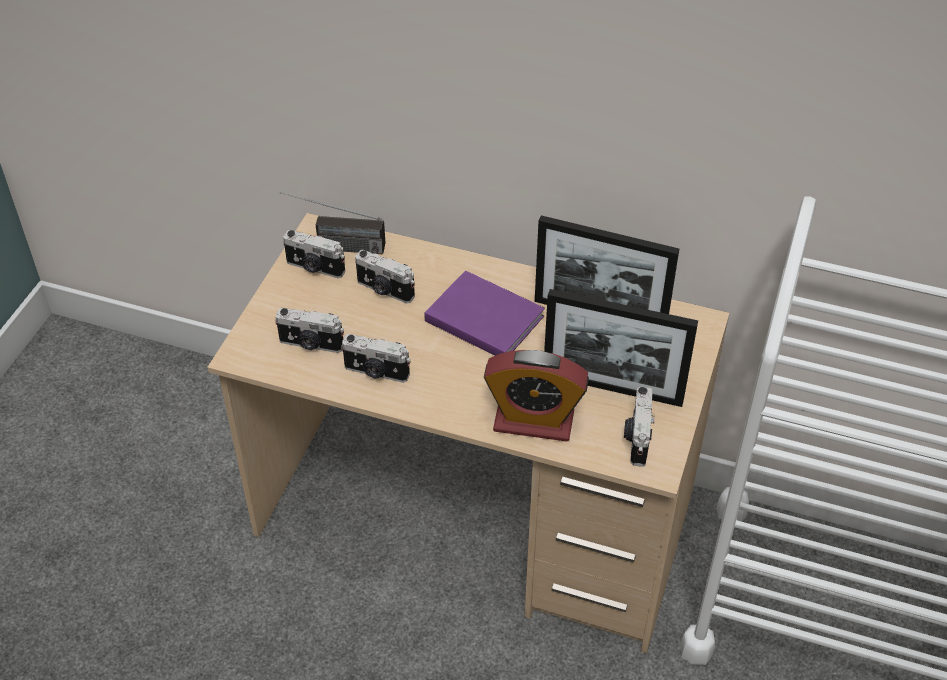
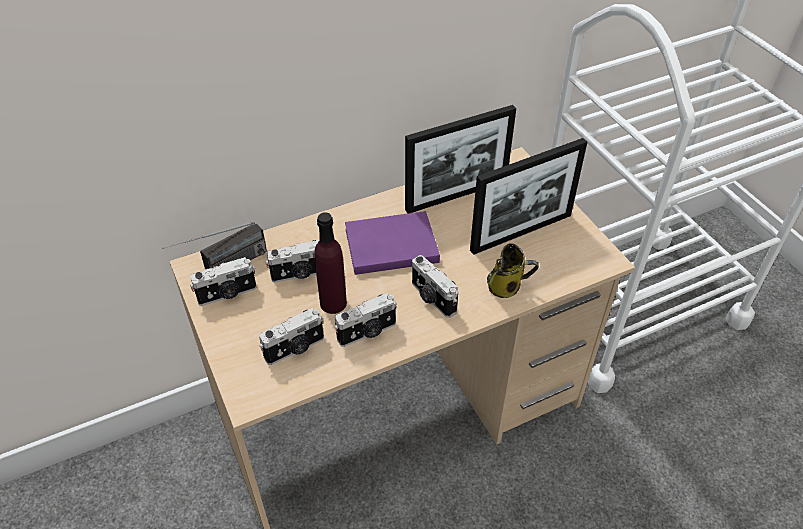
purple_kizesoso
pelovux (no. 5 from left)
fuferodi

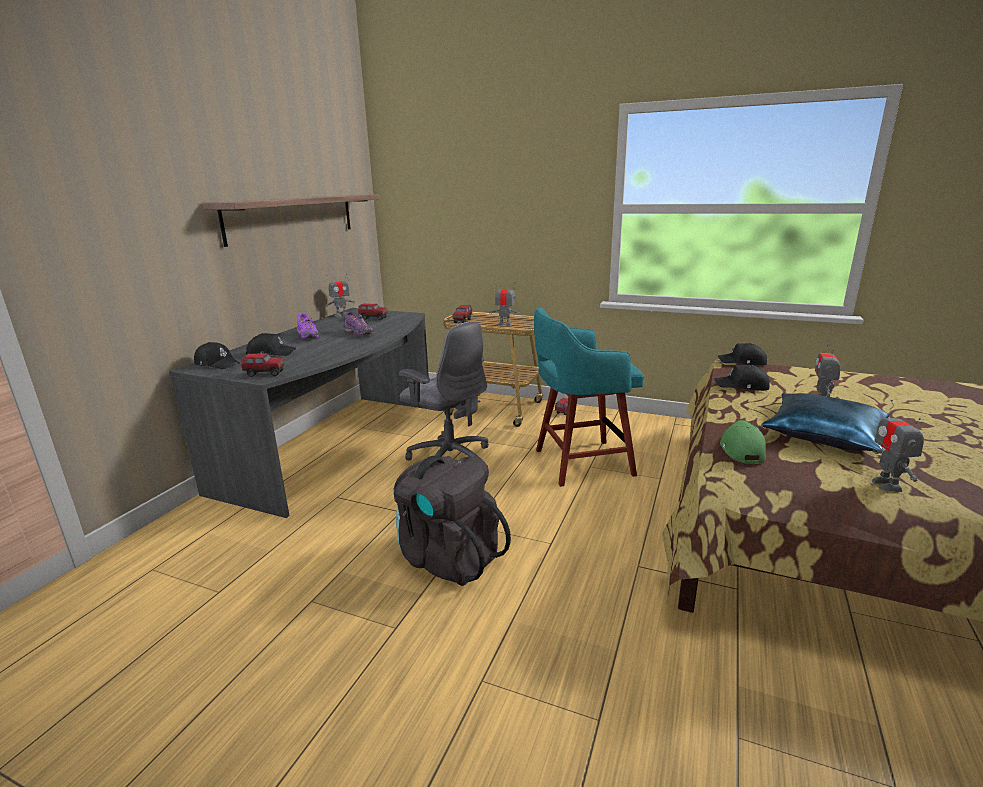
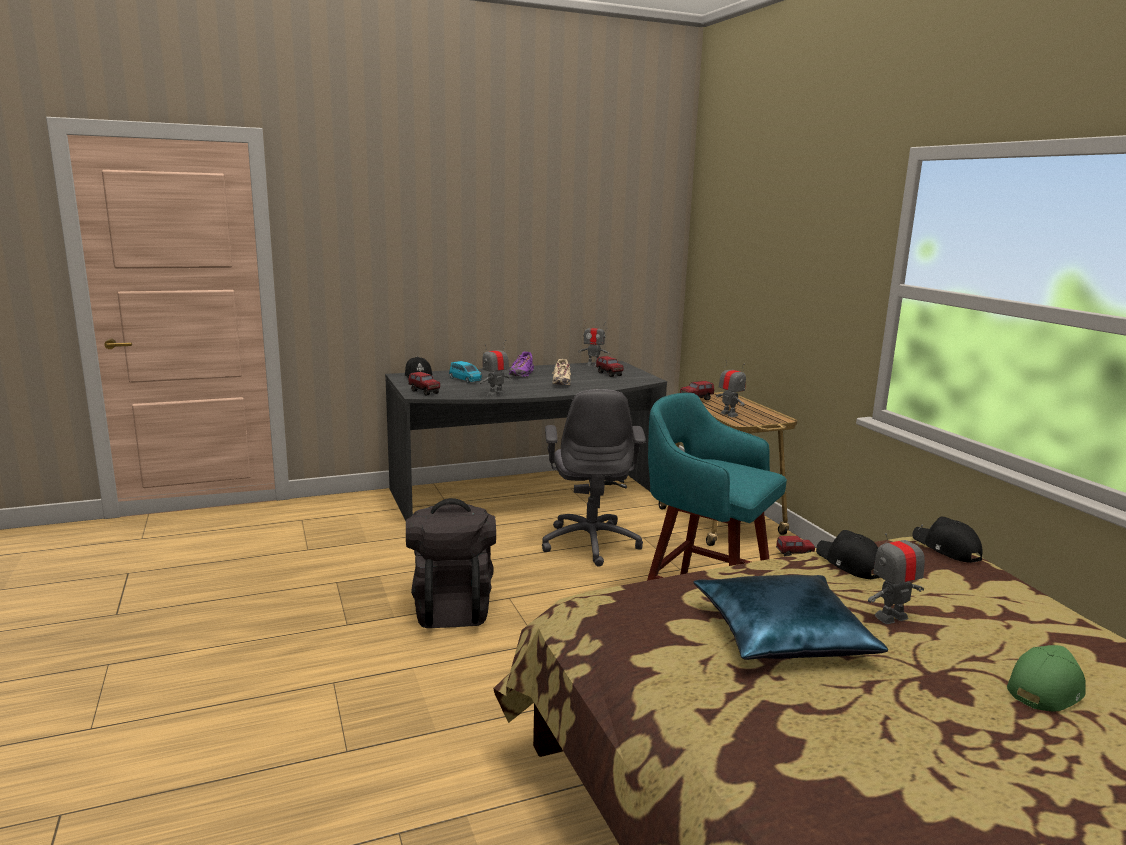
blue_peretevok
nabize (no. 1 from left)
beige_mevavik
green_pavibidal
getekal

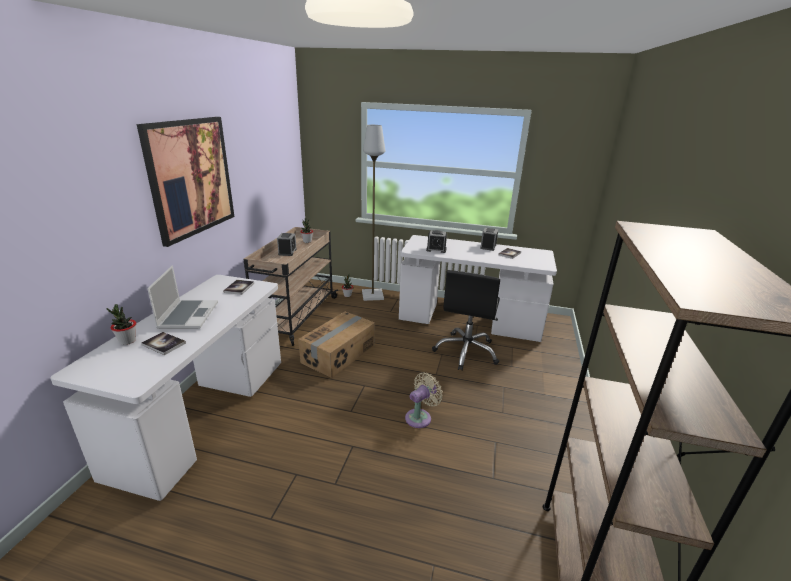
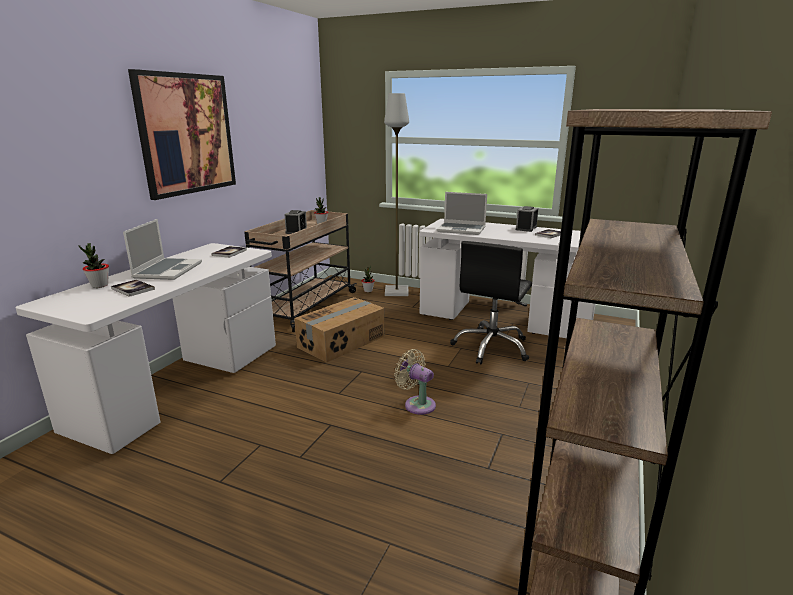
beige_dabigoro
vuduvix (no. 2 from left)

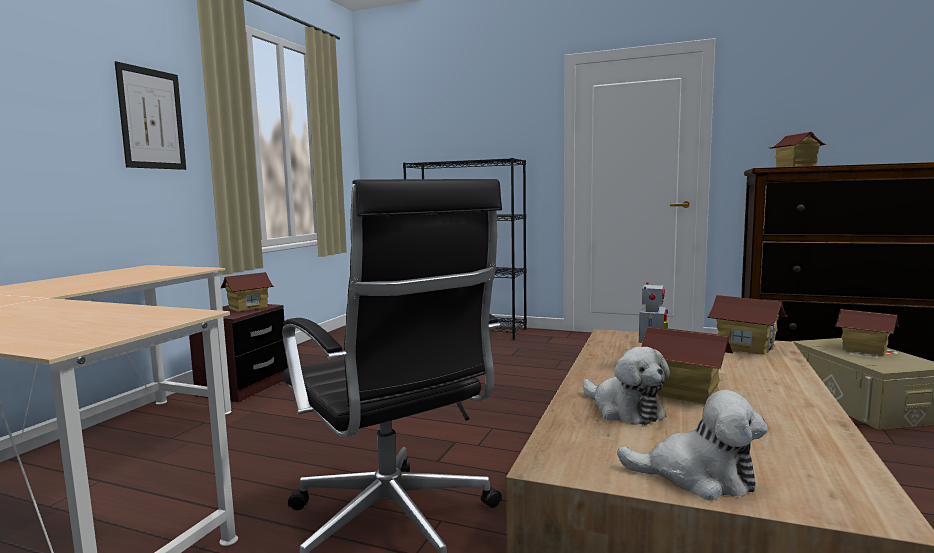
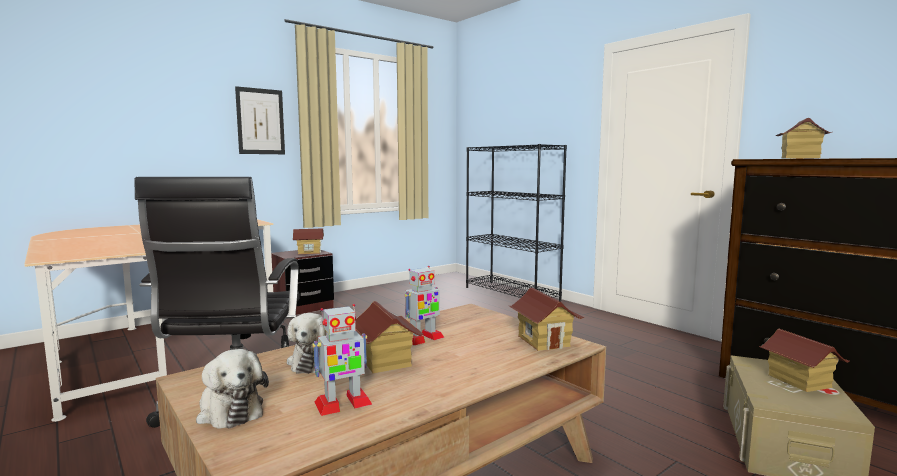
nabize (no. 1 from left)

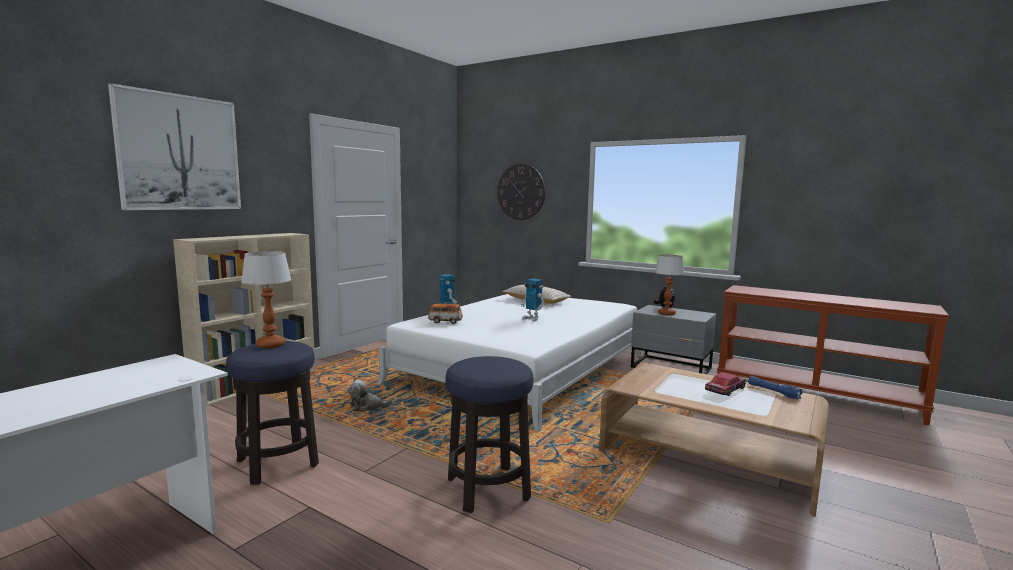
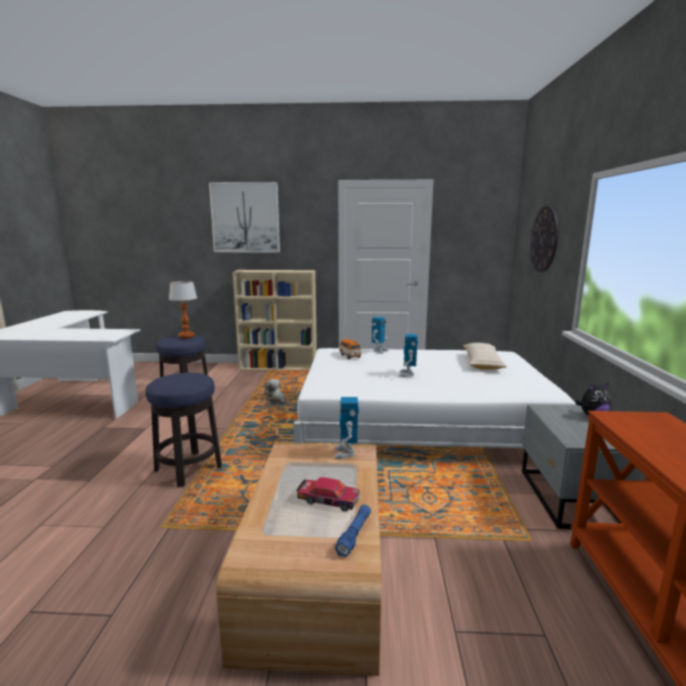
nabize (no. 1 from left)
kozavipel (no. 2 from left in the first image)

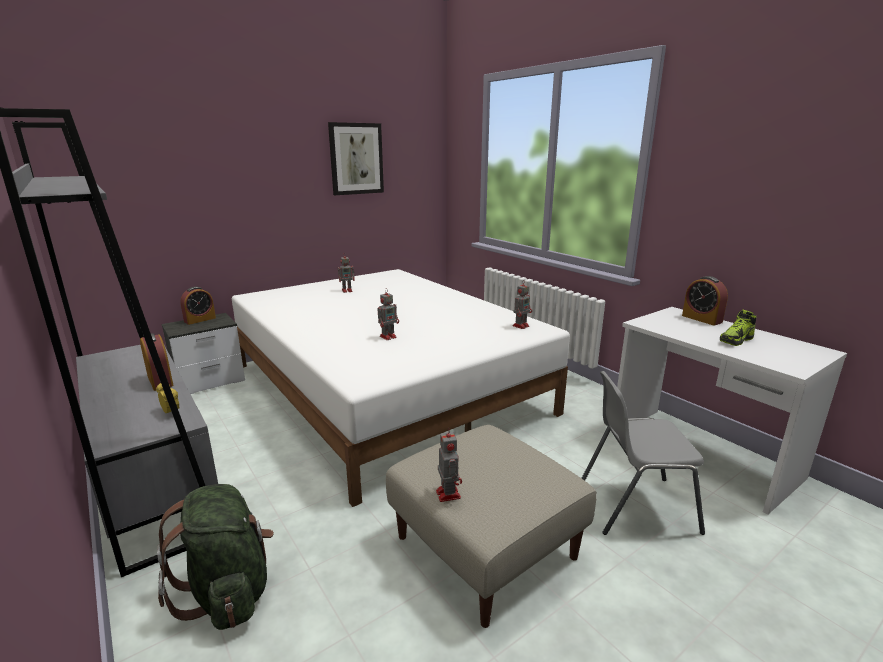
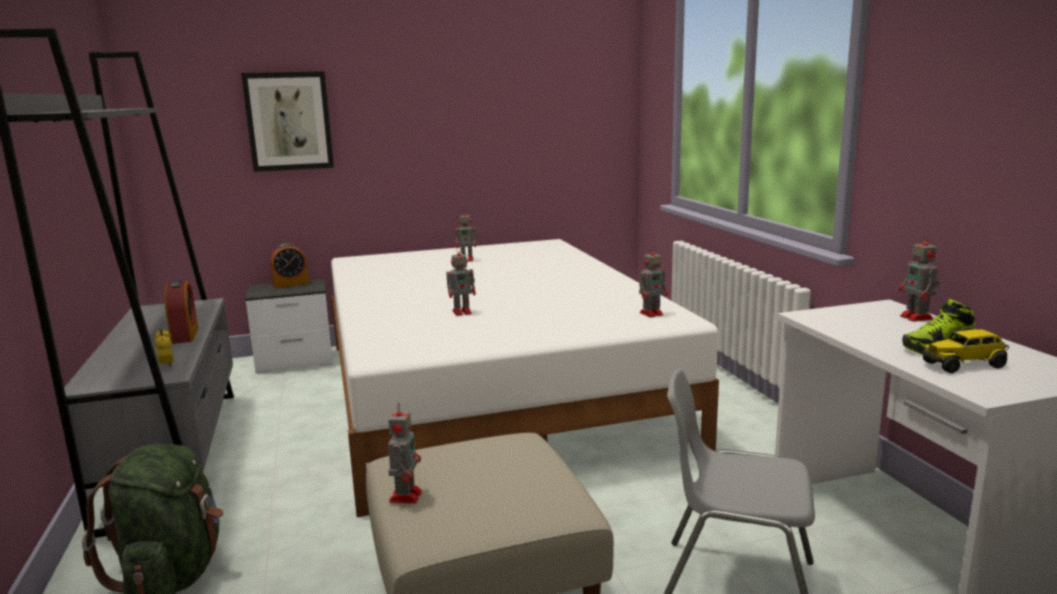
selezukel
nabize (no. 5 from left)
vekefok

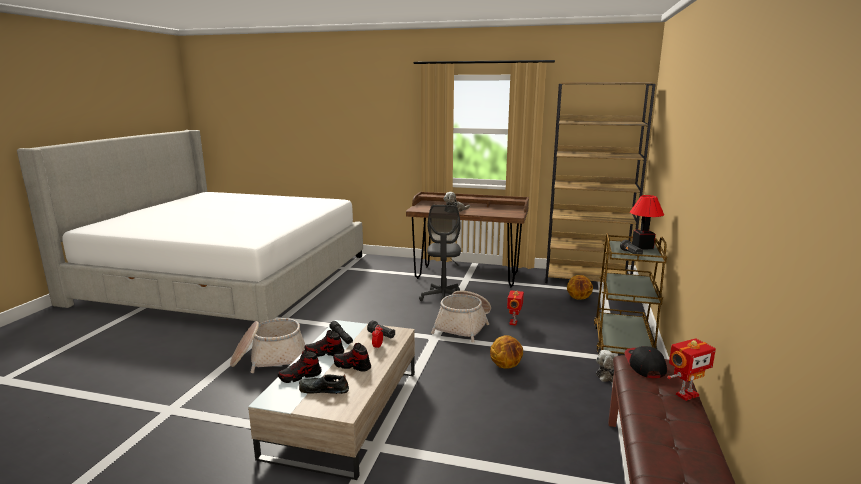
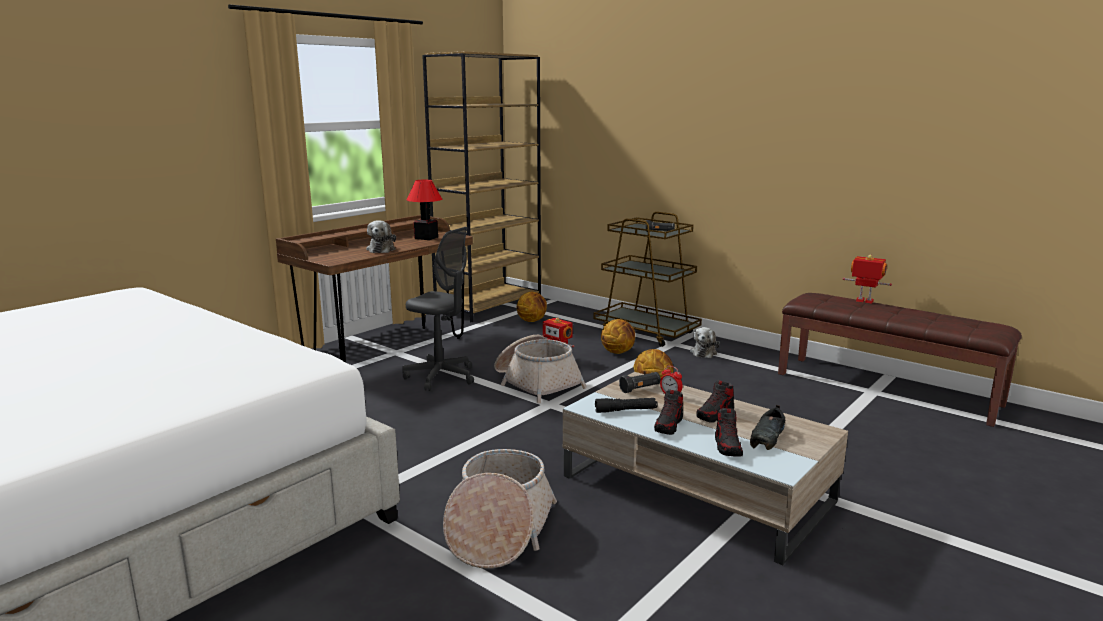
kozavipel
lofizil (no. 2 from left)
nabize (no. 2 from left)
pavibidal

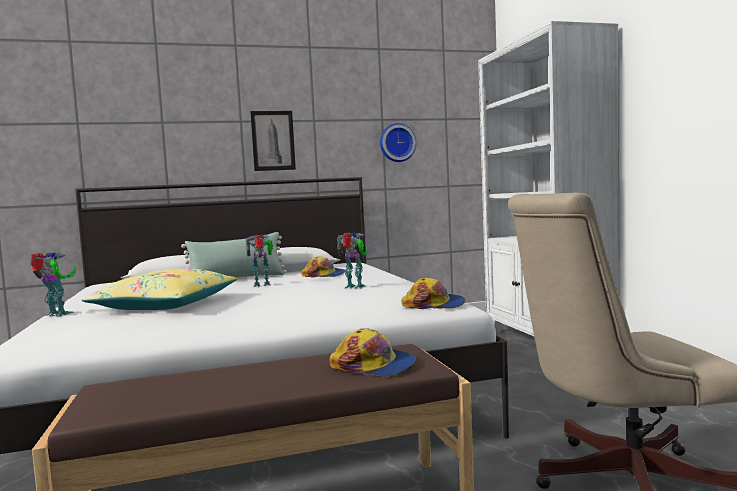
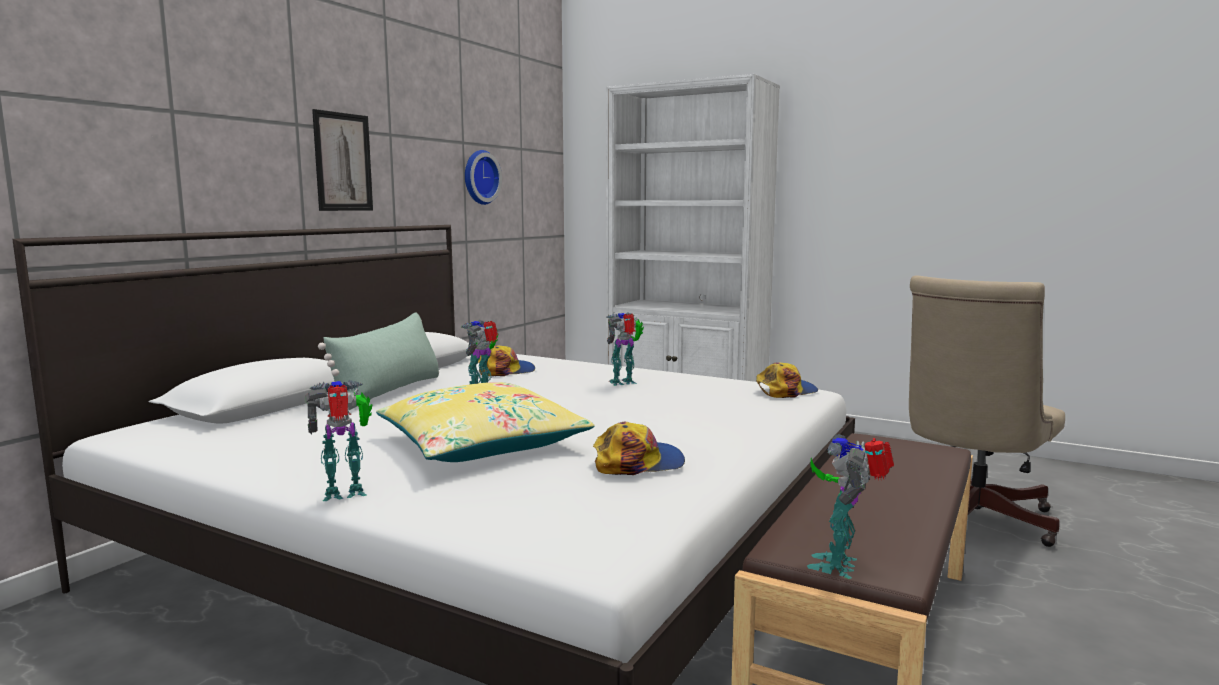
pavibidal (no. 2 from left)
nabize (no. 4 from left)

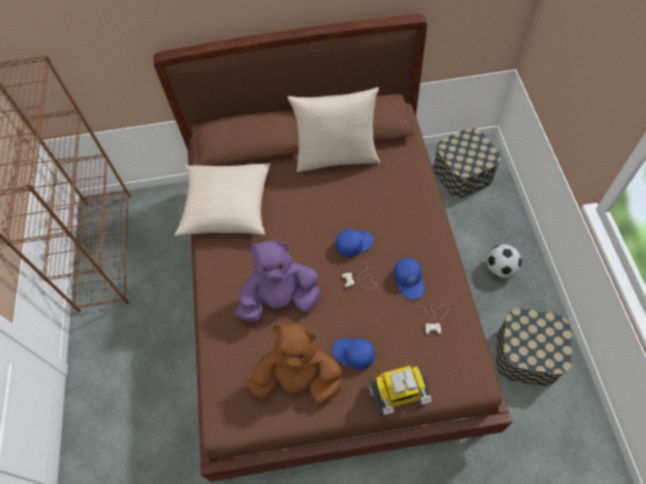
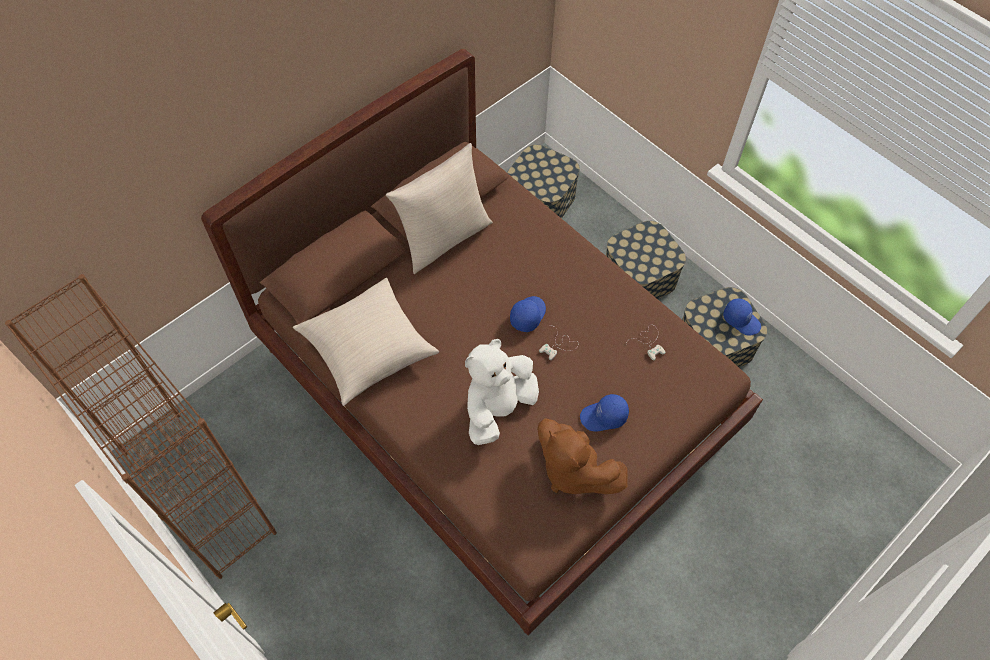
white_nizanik
brown_nizanik
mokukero (no. 2 from left)
blue_pavibidal (no. 3 from left)
nabize

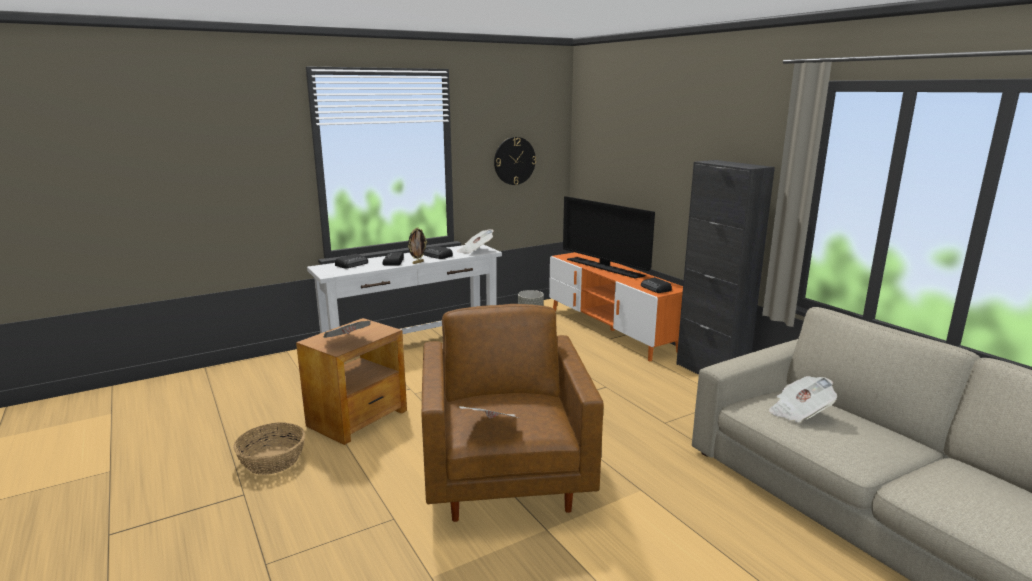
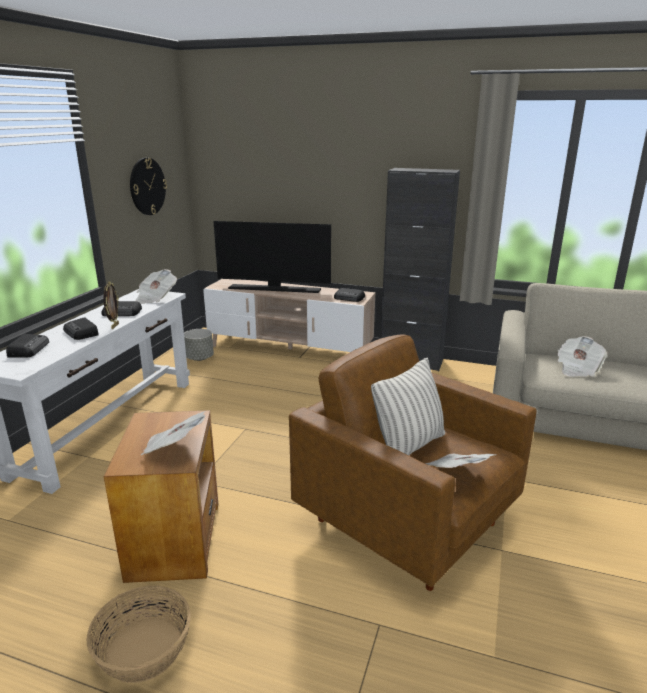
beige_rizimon
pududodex

